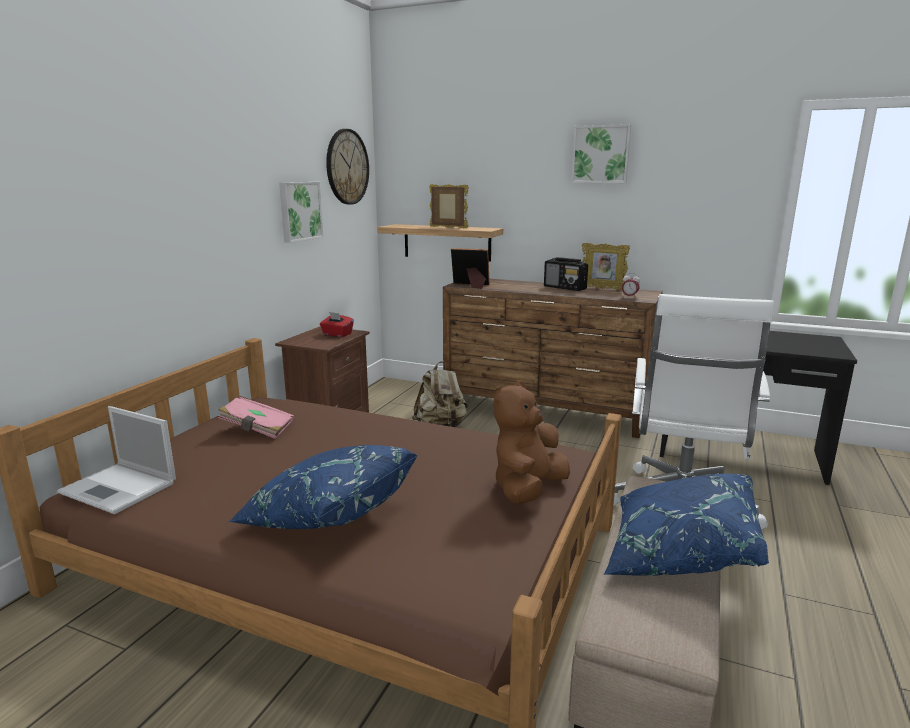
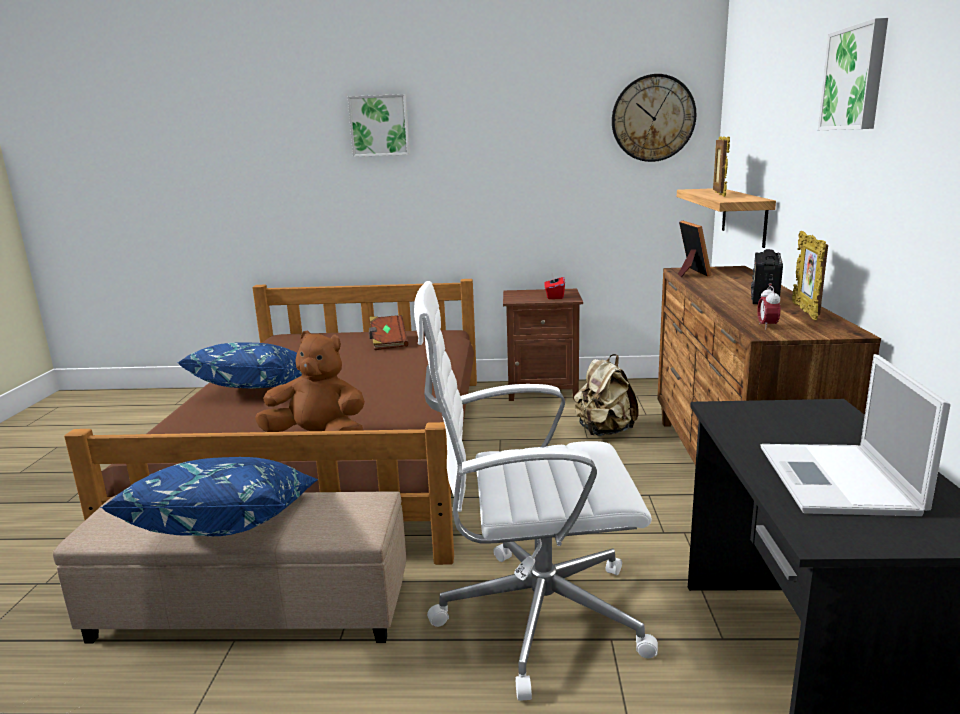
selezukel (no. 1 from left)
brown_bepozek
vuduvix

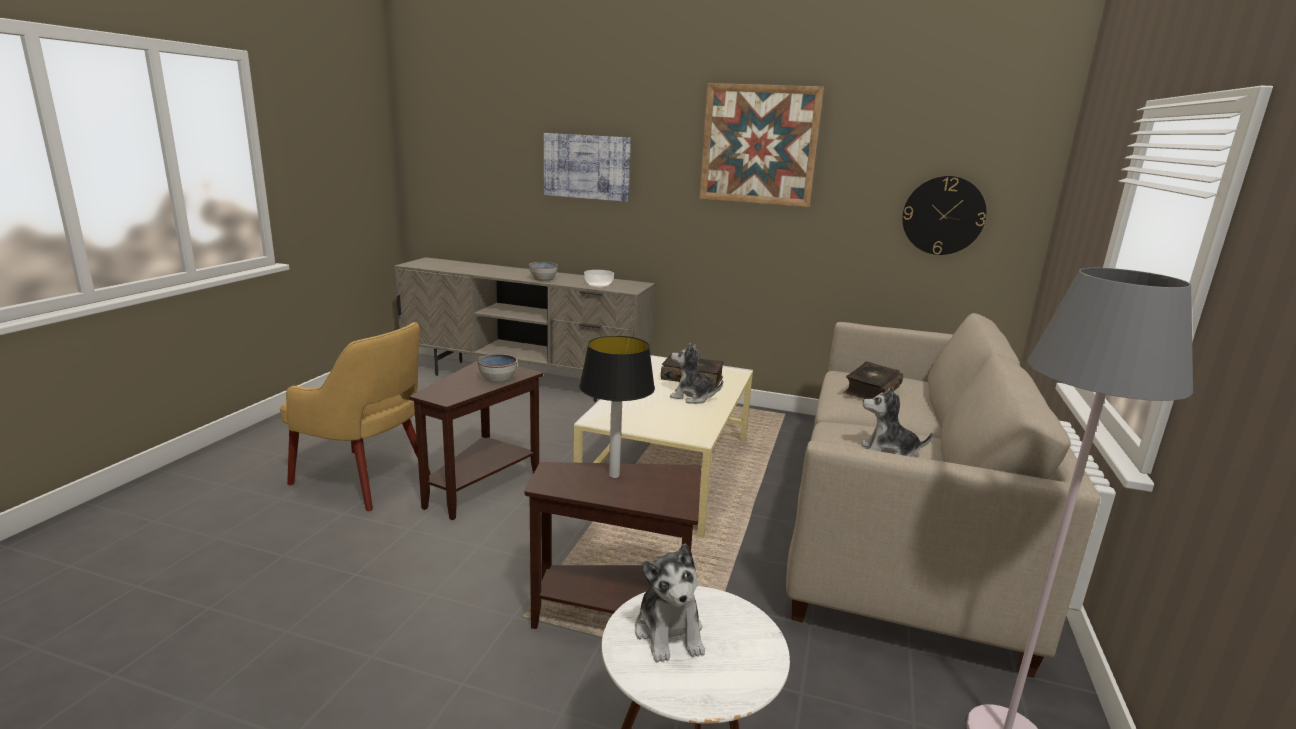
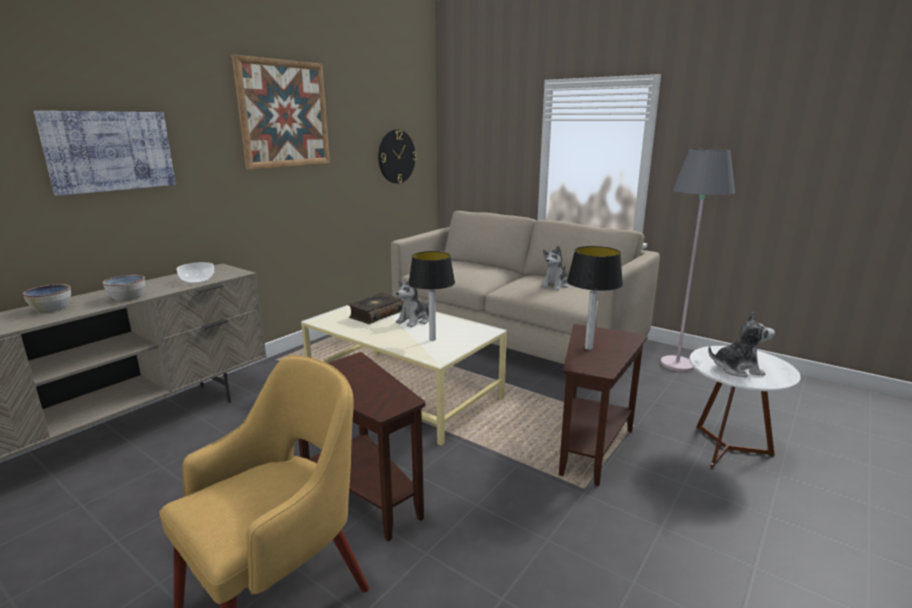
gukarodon (no. 1 from left)
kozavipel (no. 1 from left)
bepozek (no. 2 from left in the first image)

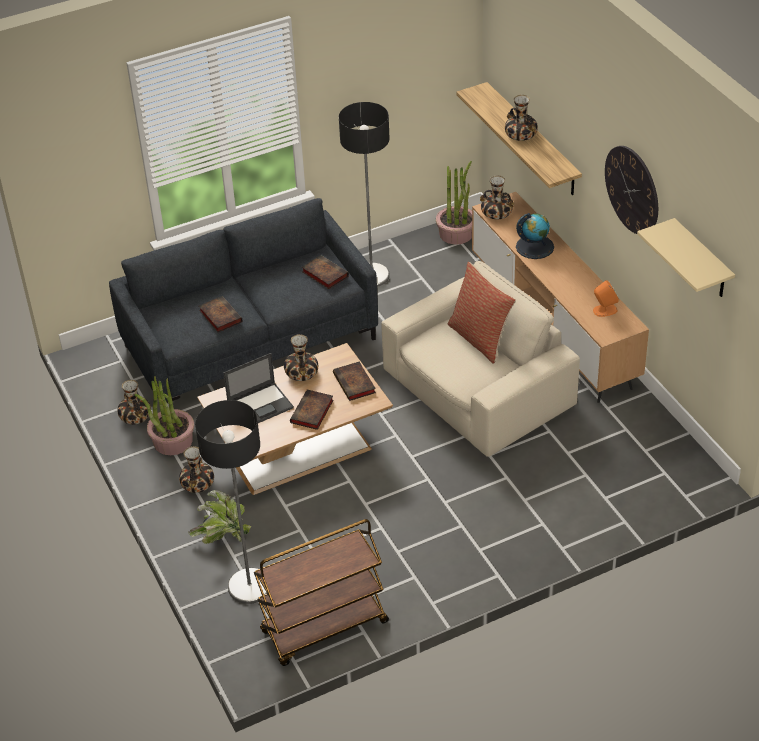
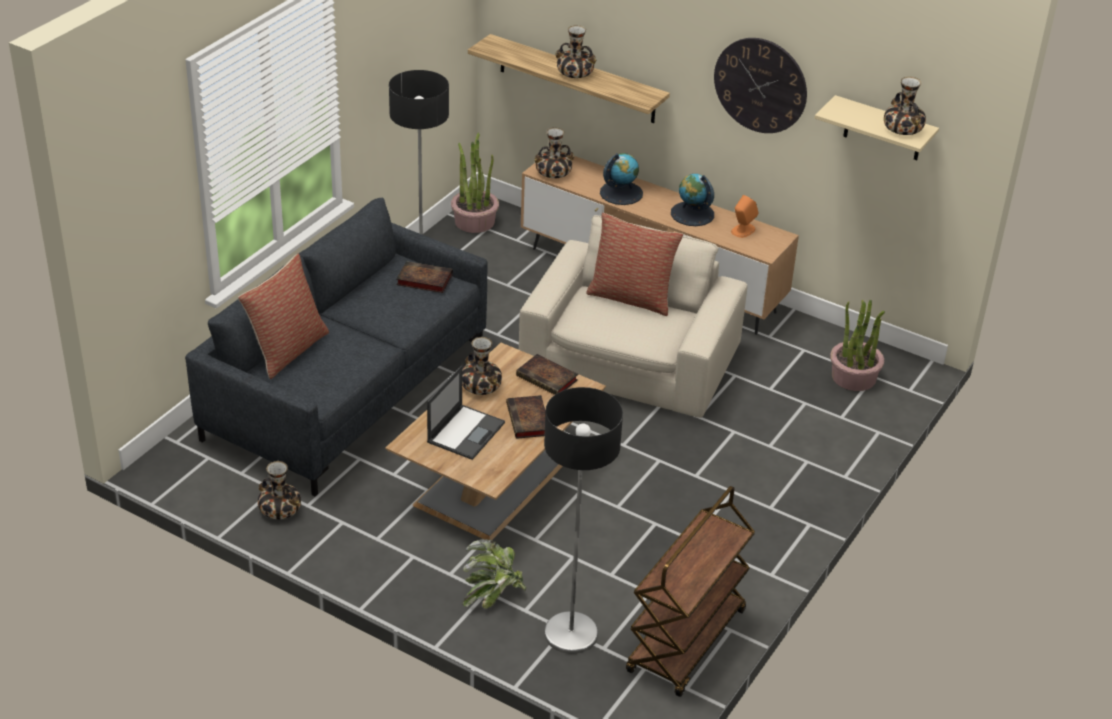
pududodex (no. 1 from left)
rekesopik (no. 2 from left)
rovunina (no. 3 from left)
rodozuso (no. 5 from left)
bepozek (no. 1 from left in the first image)

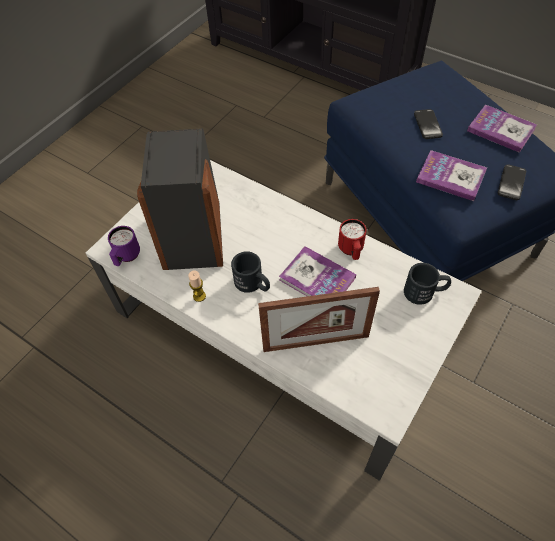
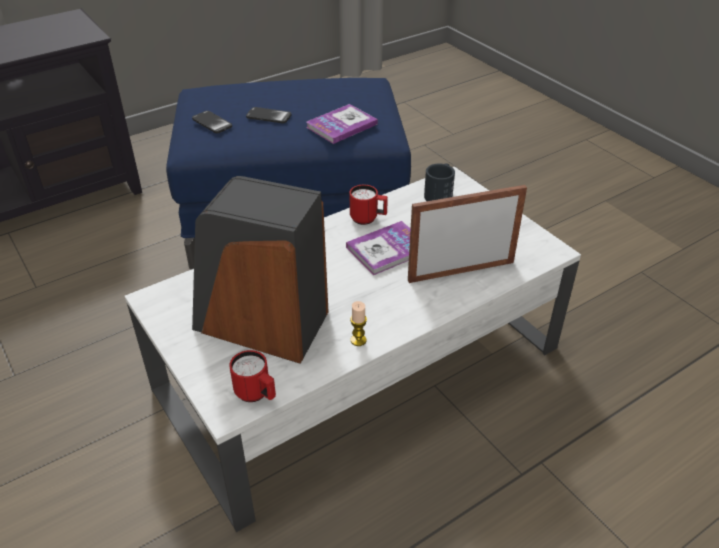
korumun (no. 1 from left)
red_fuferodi (no. 1 from left)
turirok
black_fuferodi (no. 1 from left in the first image)
bepozek (no. 3 from left in the first image)

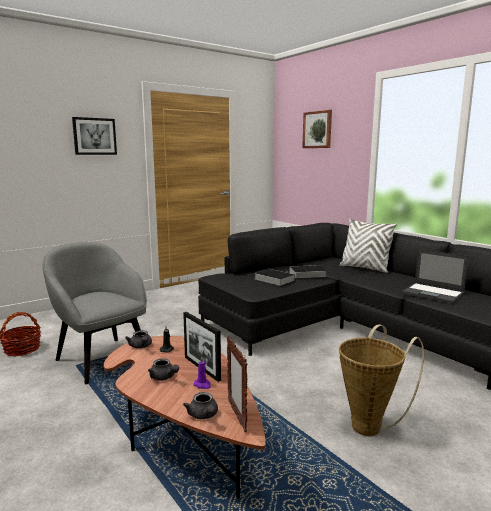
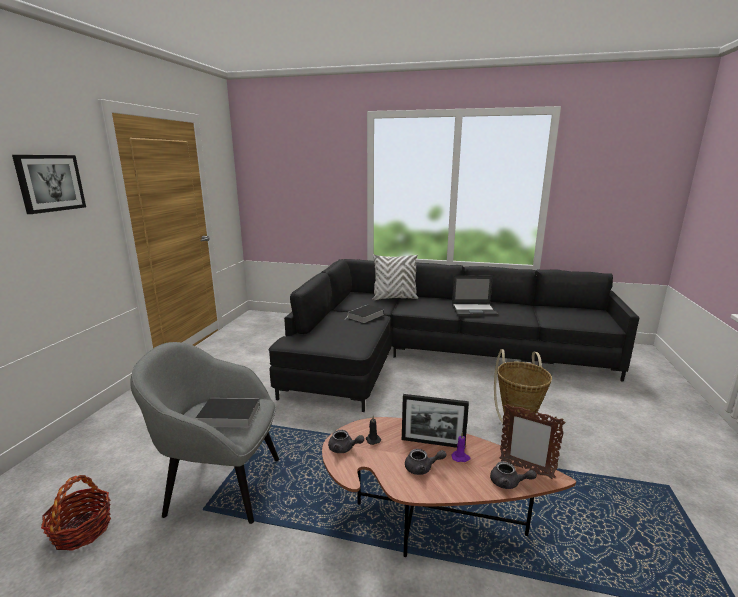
bepozek (no. 1 from left)
selezukel (no. 2 from left in the first image)

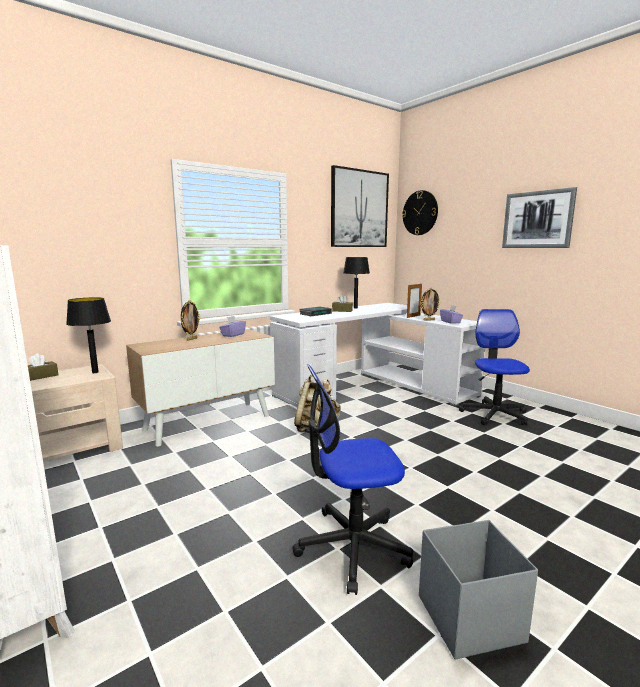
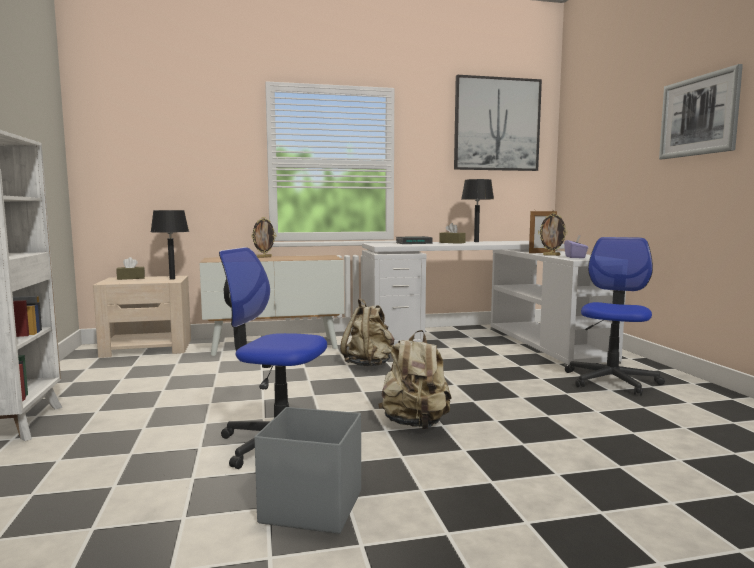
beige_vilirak (no. 2 from left)
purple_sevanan (no. 1 from left in the first image)
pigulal

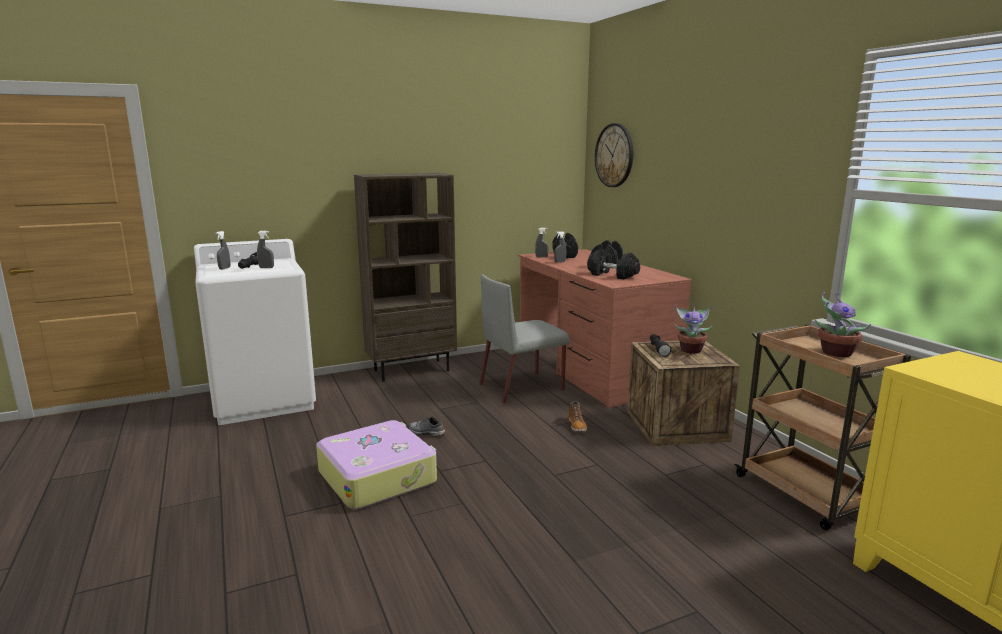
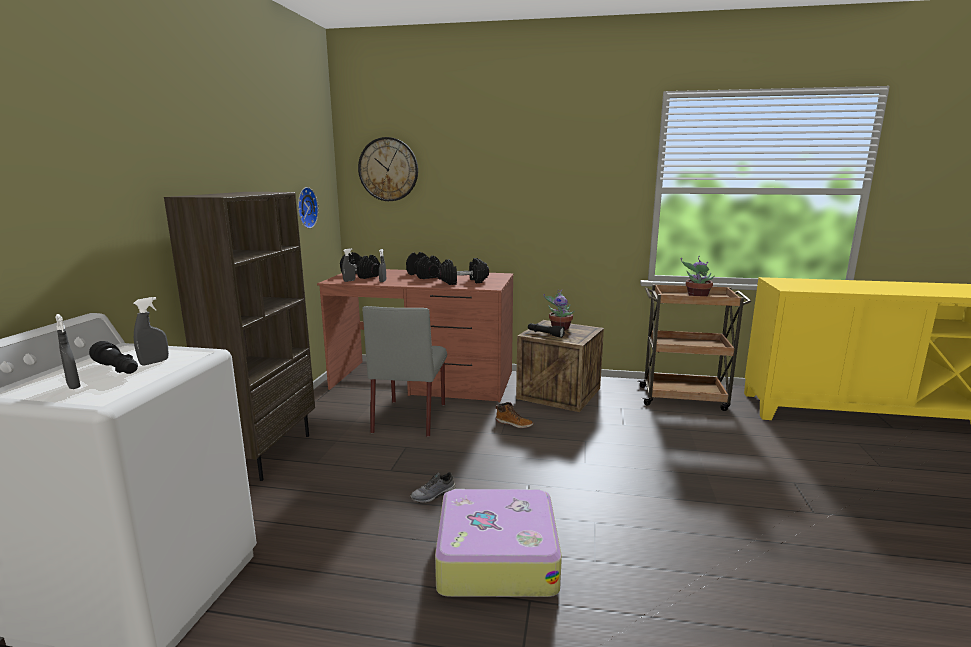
pigulal (no. 1 from left)

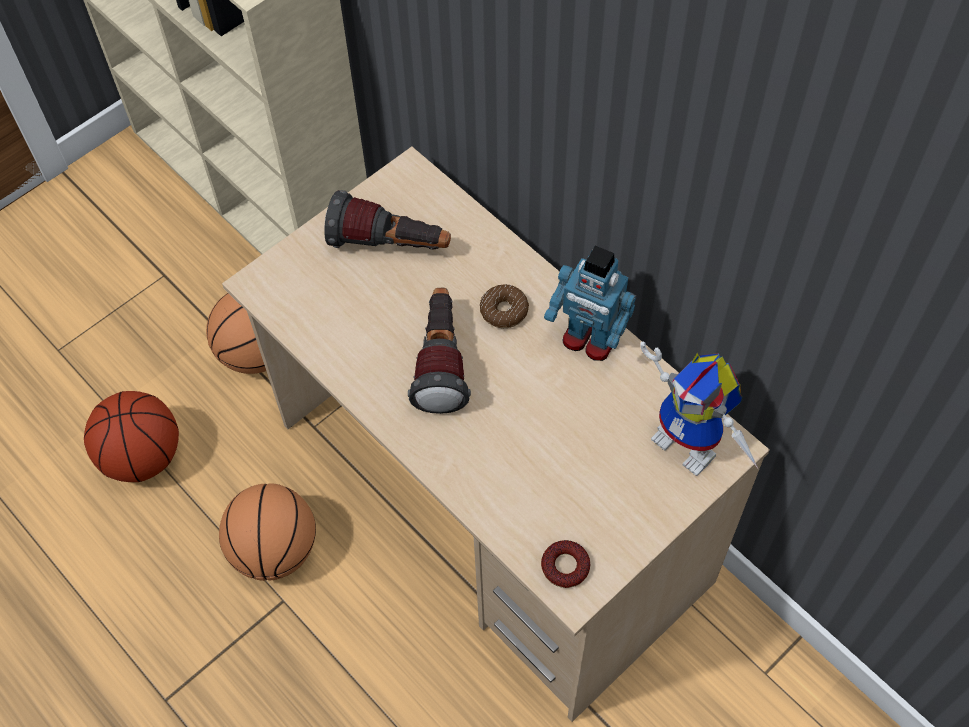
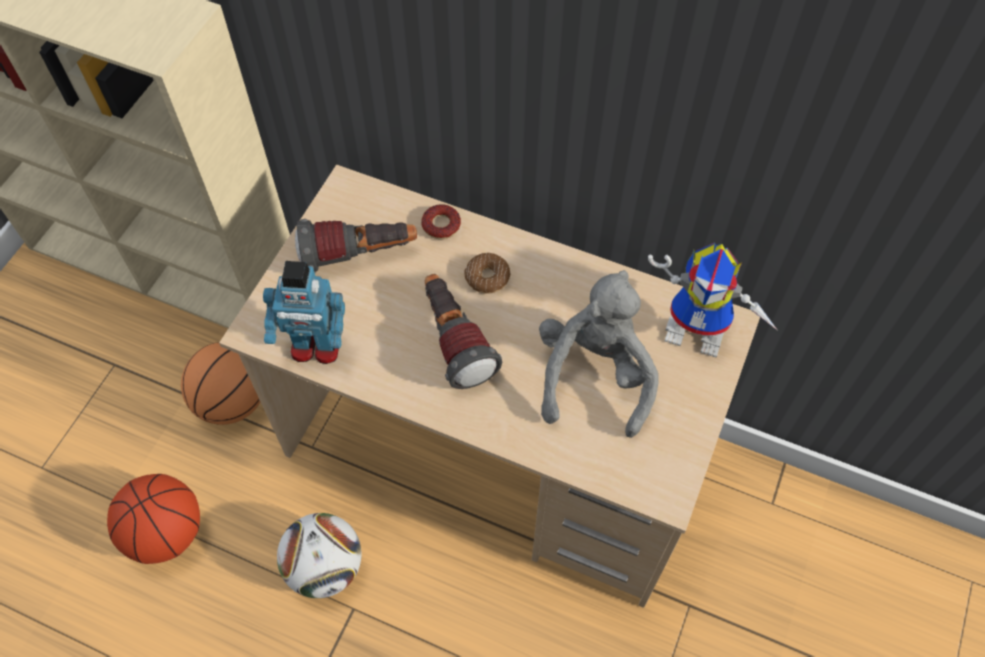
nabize (no. 1 from left)
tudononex
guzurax (no. 1 from left)
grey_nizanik

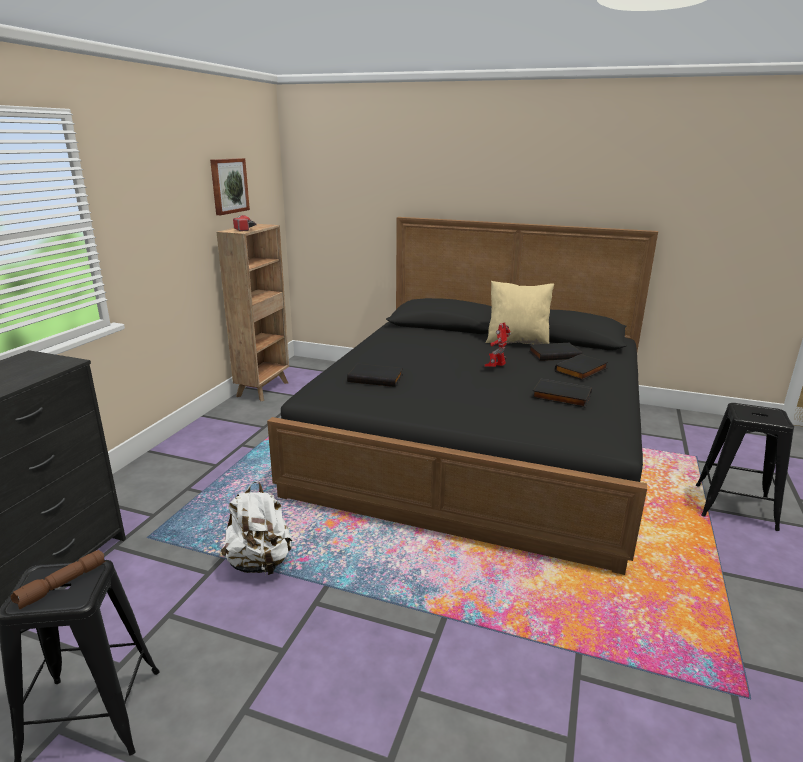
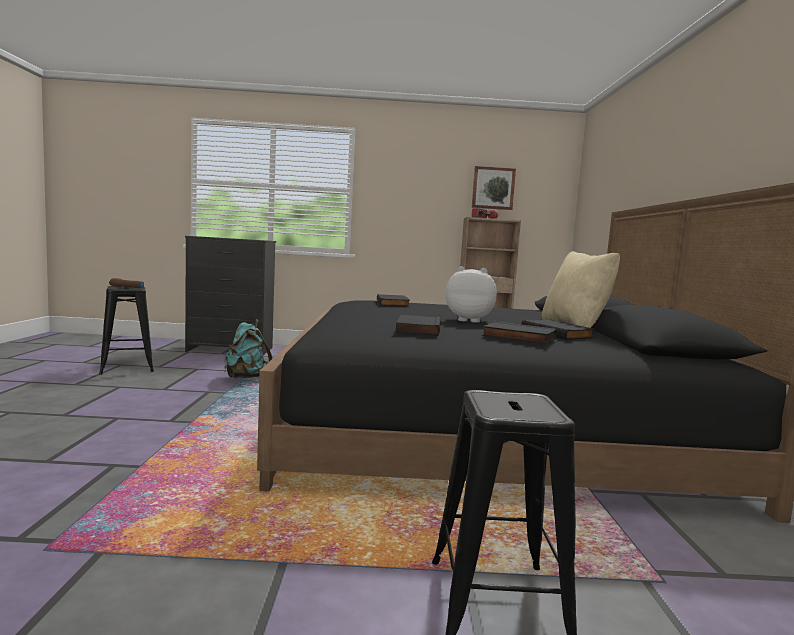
turquoise_vilirak
nizanik

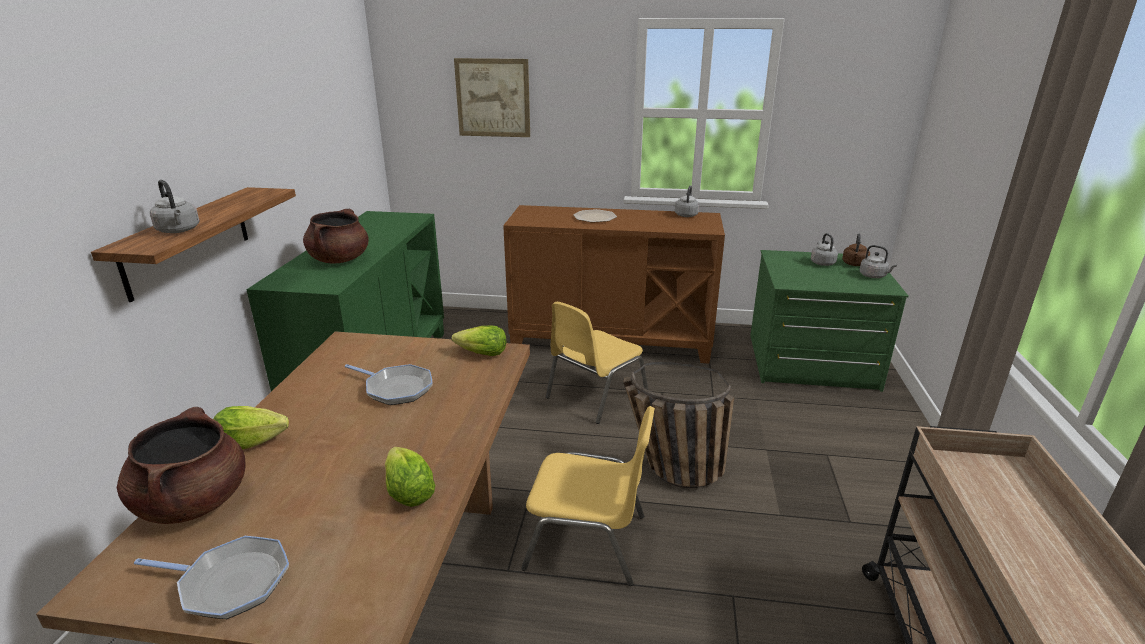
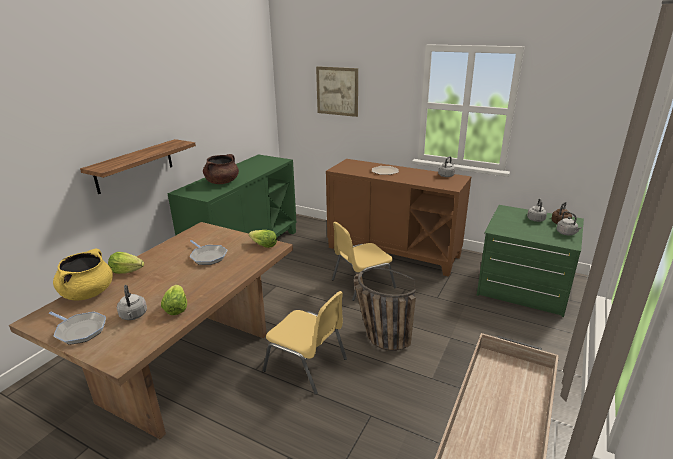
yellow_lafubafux
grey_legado (no. 1 from left)

